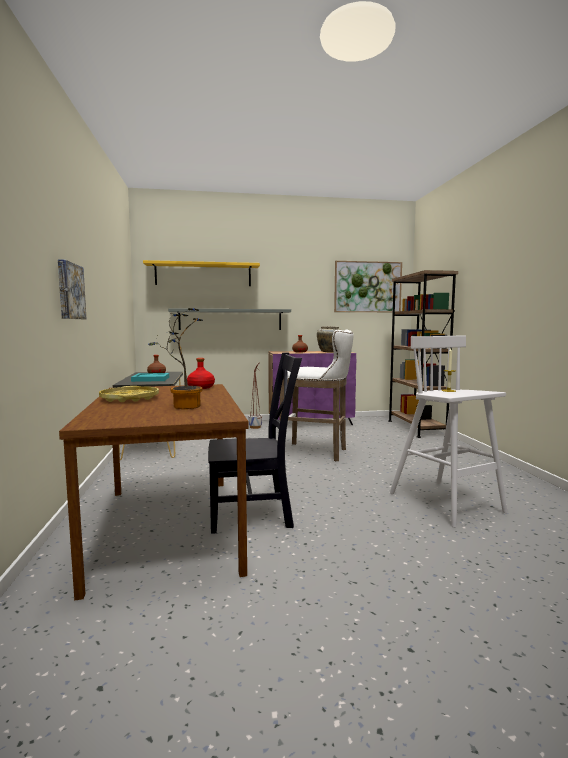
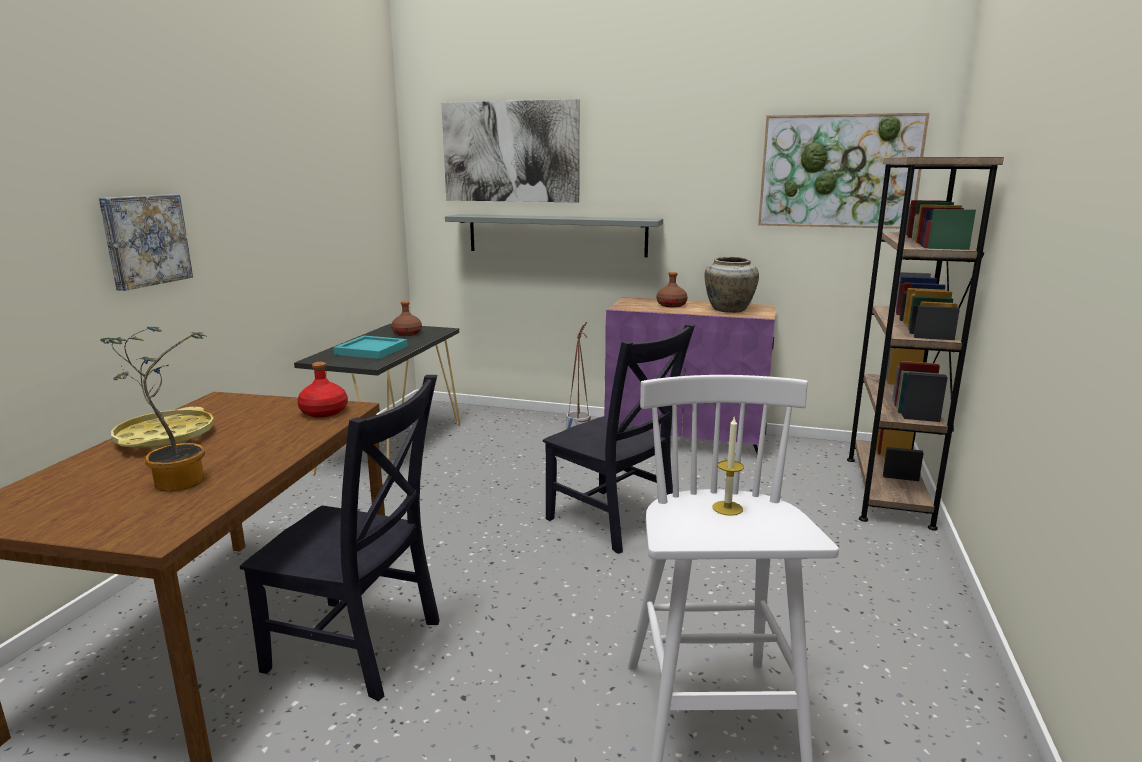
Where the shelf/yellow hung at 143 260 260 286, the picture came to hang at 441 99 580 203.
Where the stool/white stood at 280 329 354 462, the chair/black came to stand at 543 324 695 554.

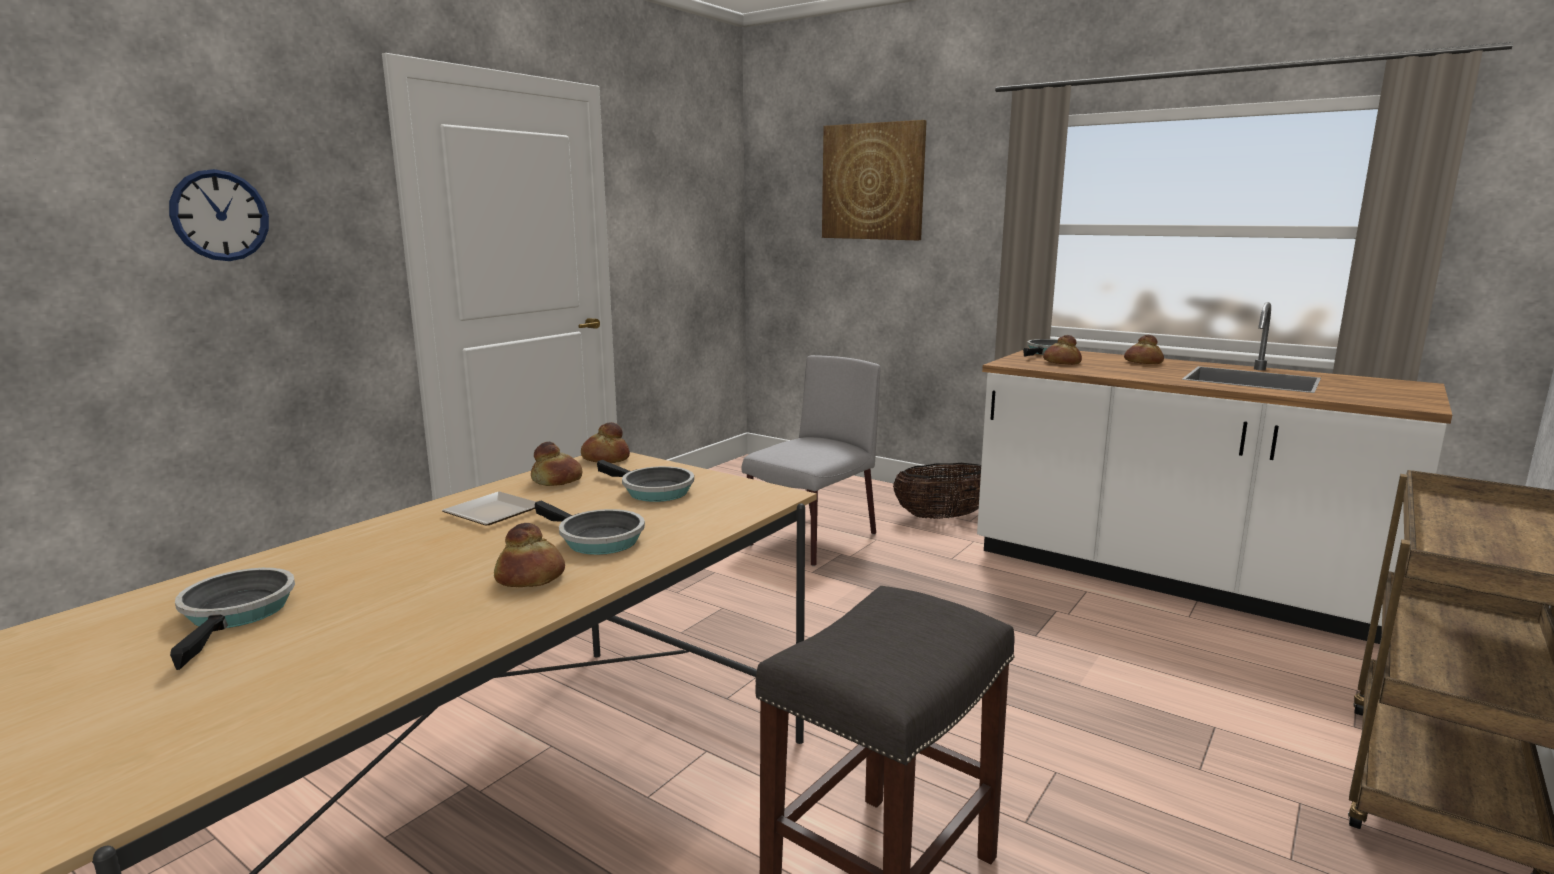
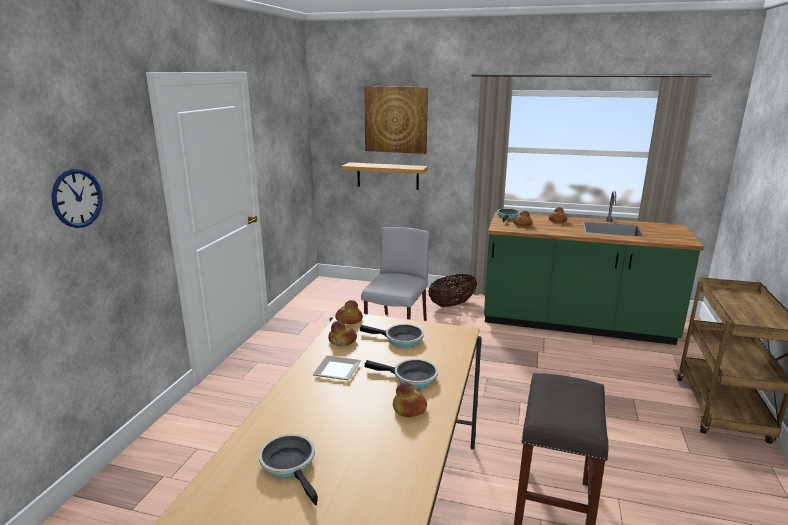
The second view gained the shelf at 341 162 428 190.
What was the counter/white at 977 302 1452 644 turned into the counter/green at 484 191 704 345.

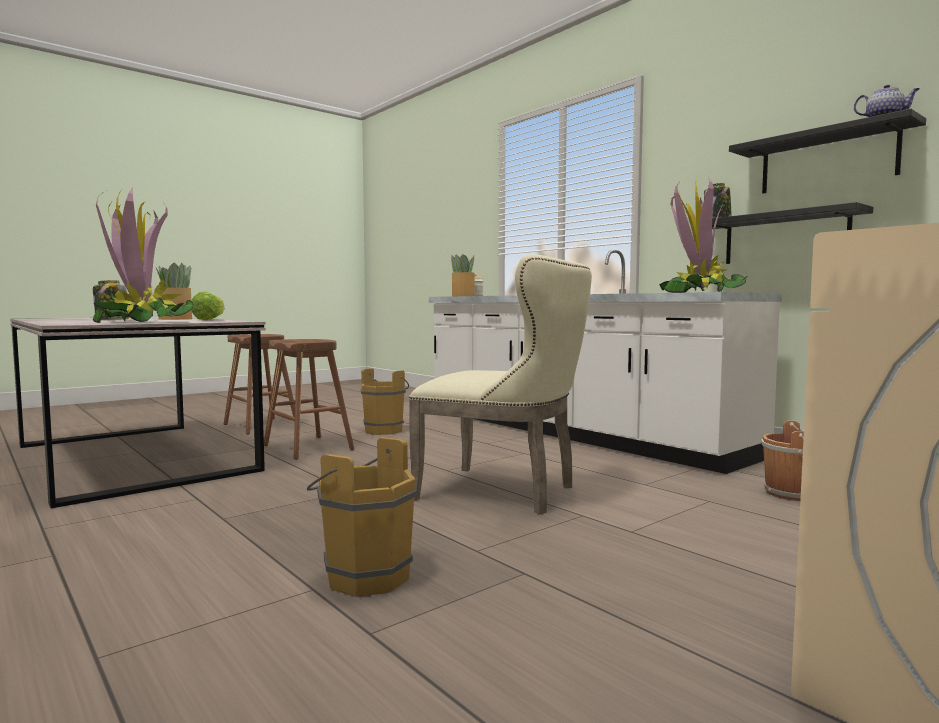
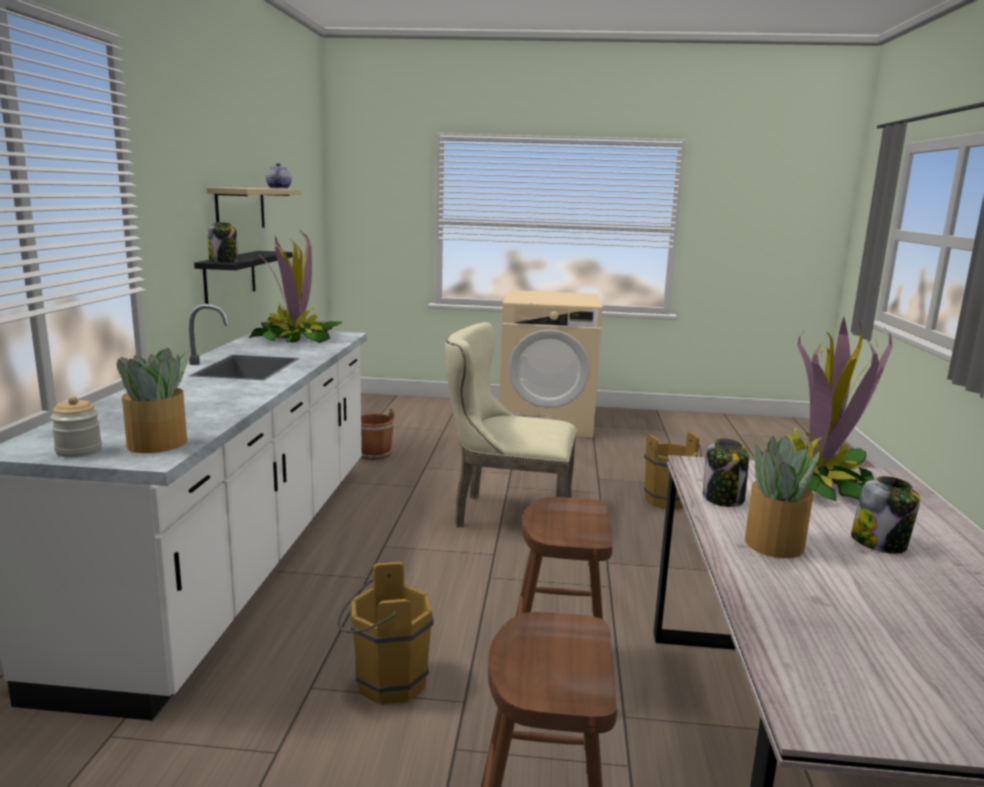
What was the shelf/black at 729 109 926 193 turned into the shelf/beige at 207 187 301 228.
The chair/beige at 409 254 592 514 ended up facing another way, 60 degrees counterclockwise from before.
Where the lettuce stood at 191 291 224 320, the jar came to stand at 703 438 749 507.

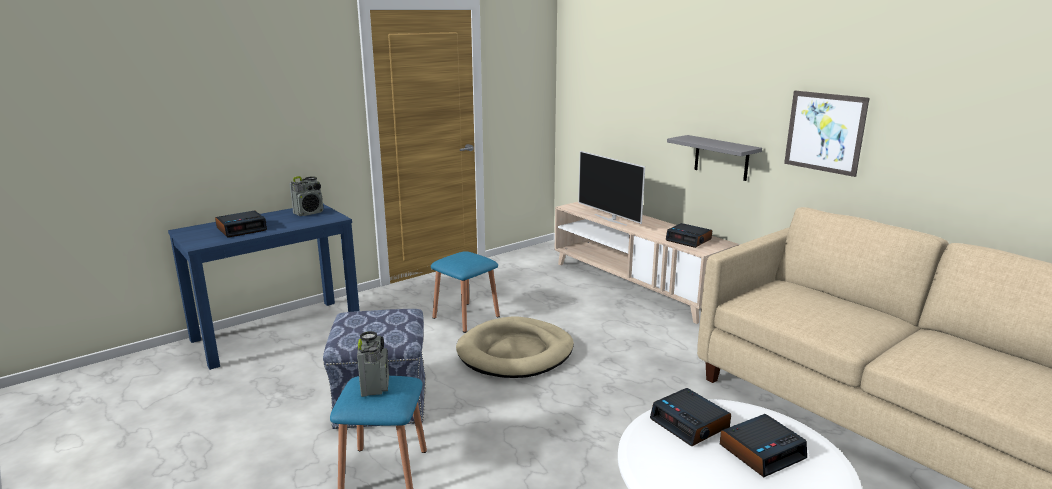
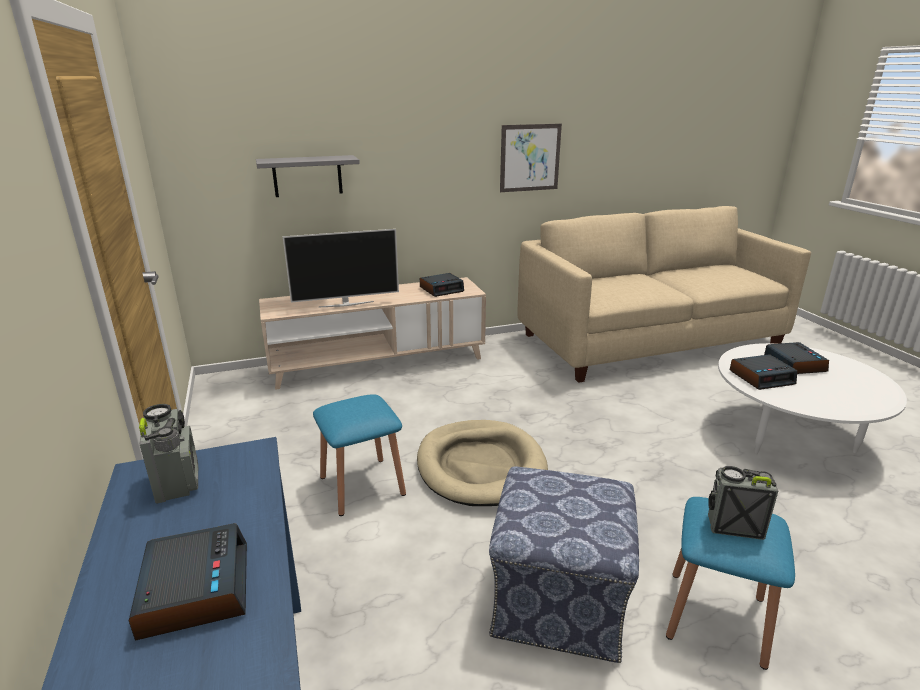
The shelf/grey ended up elsewhere, having gone from 667 135 762 181 to 256 155 360 197.

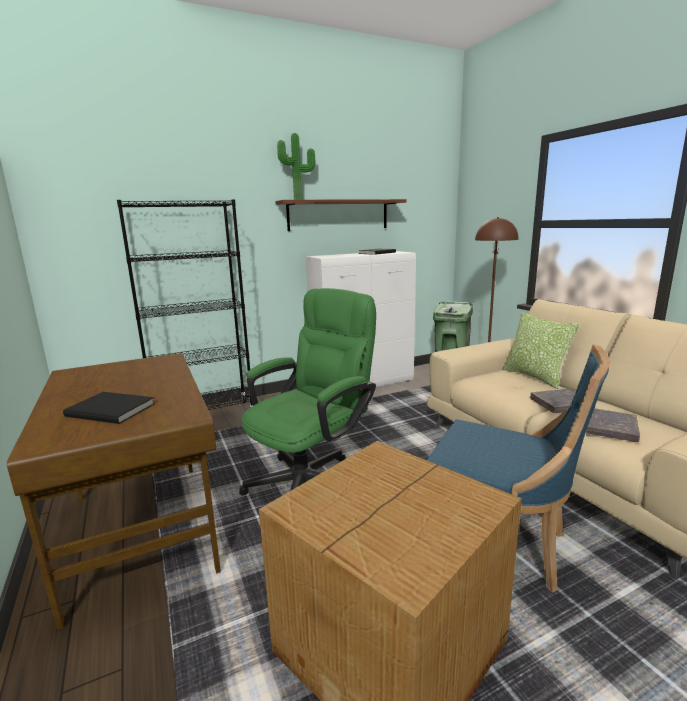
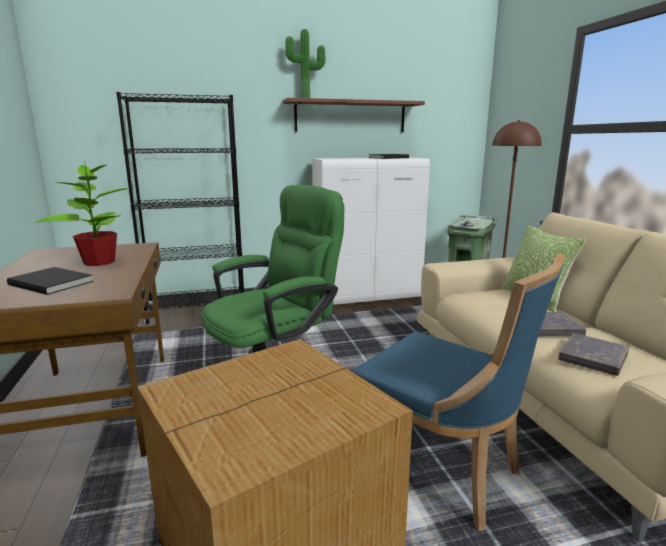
The second view gained the potted plant at 35 161 130 266.

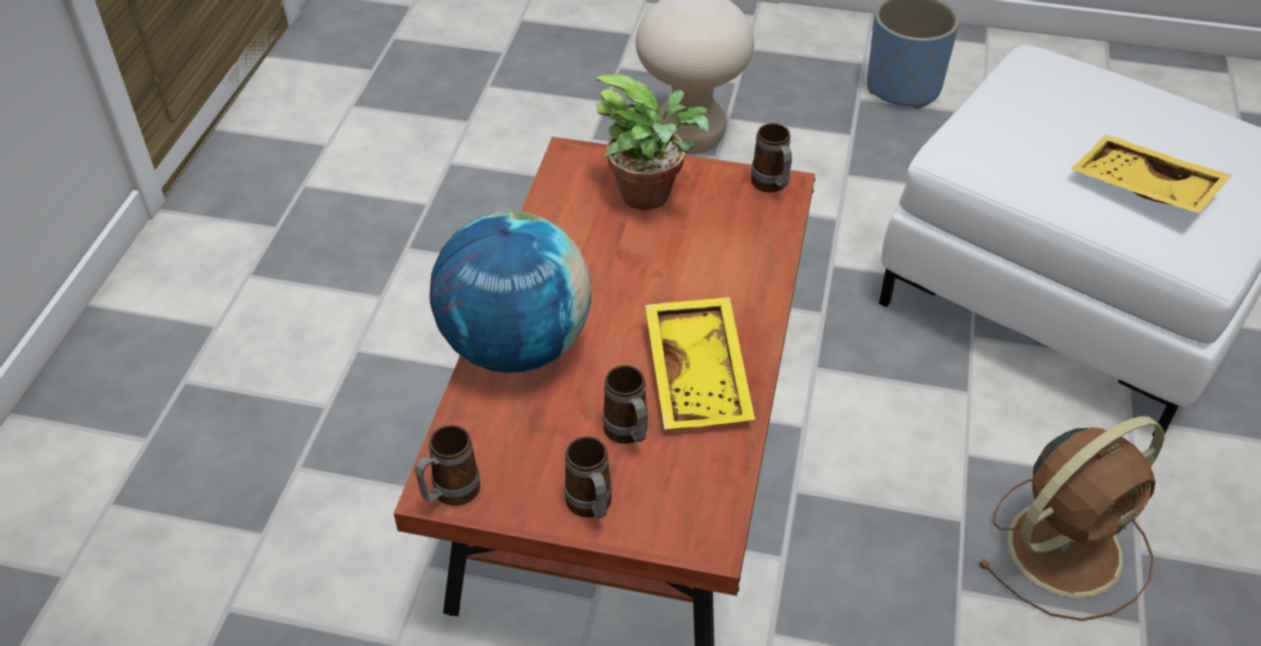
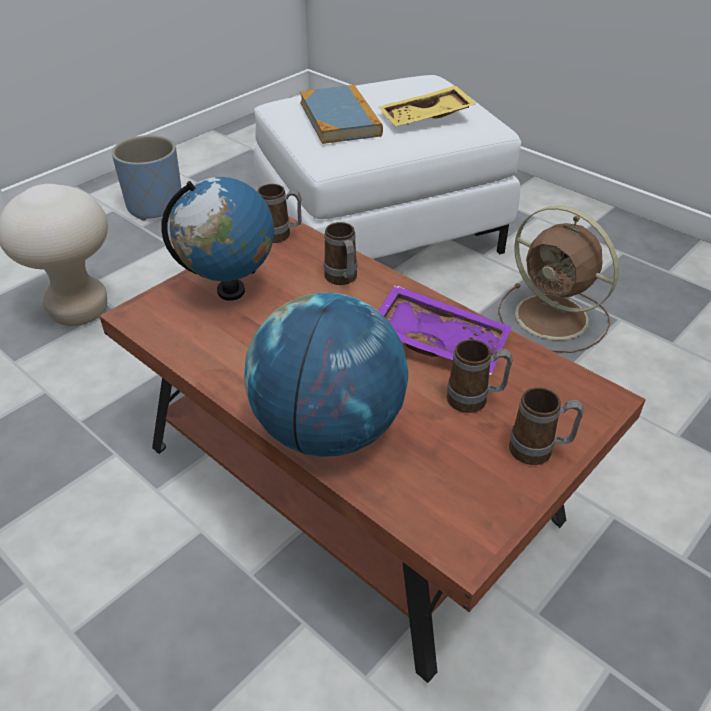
Where the potted plant stood at 592 74 709 210, the globe came to stand at 161 177 274 301.
The second view gained the book at 300 85 383 144.
The mug ended up elsewhere, having gone from 415 425 480 506 to 324 222 357 285.
What was the tray/yellow at 645 297 755 430 turned into the tray/purple at 378 285 512 375.
The fan/brown at 978 416 1165 621 ended up facing another way, 135 degrees clockwise from before.

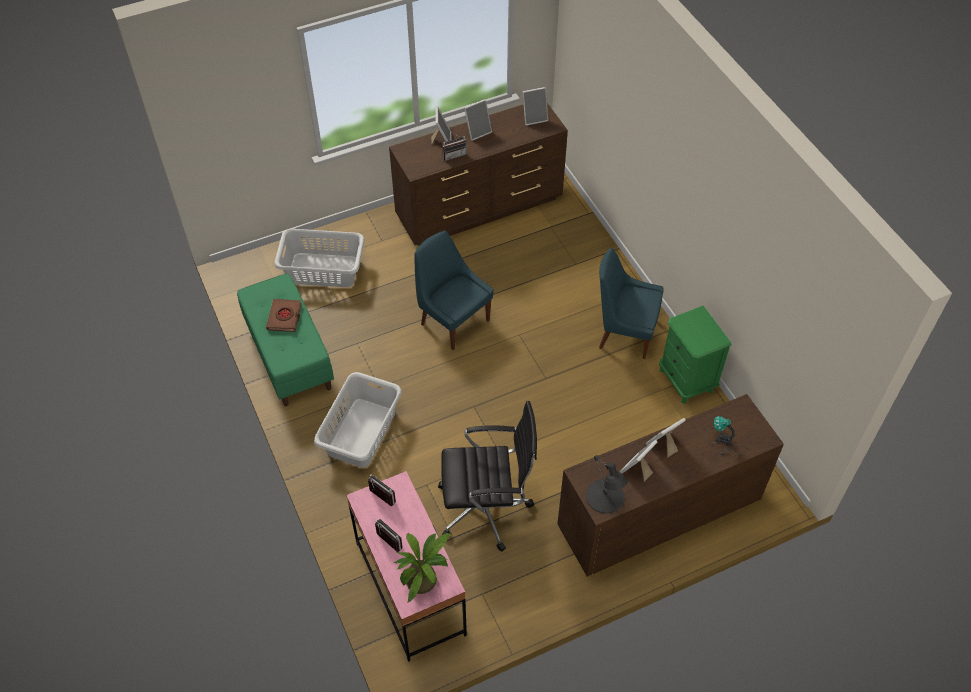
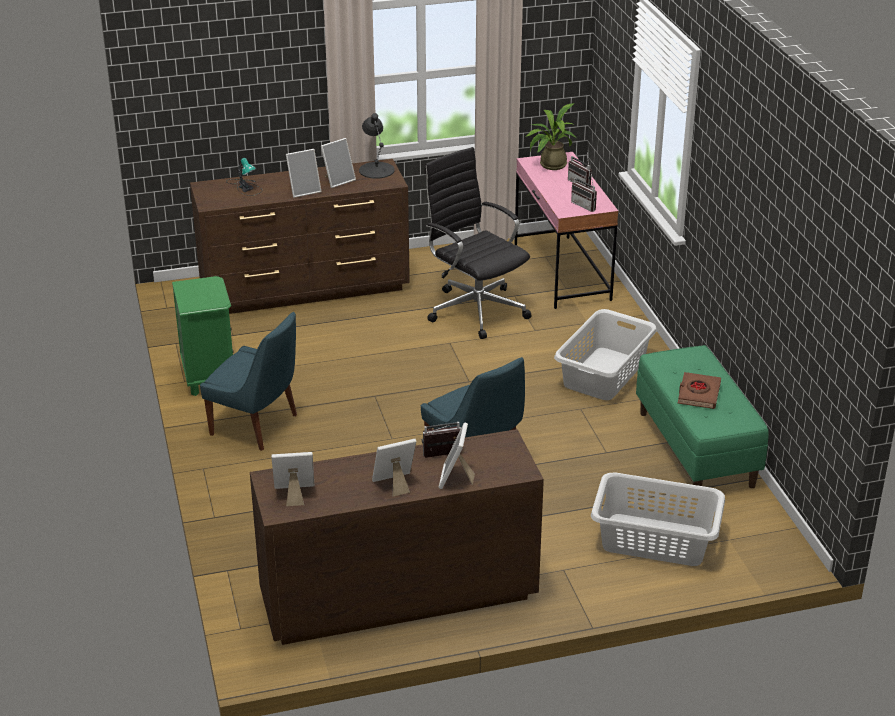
The office chair/black at 438 401 537 552 ended up facing another way, 45 degrees clockwise from before.

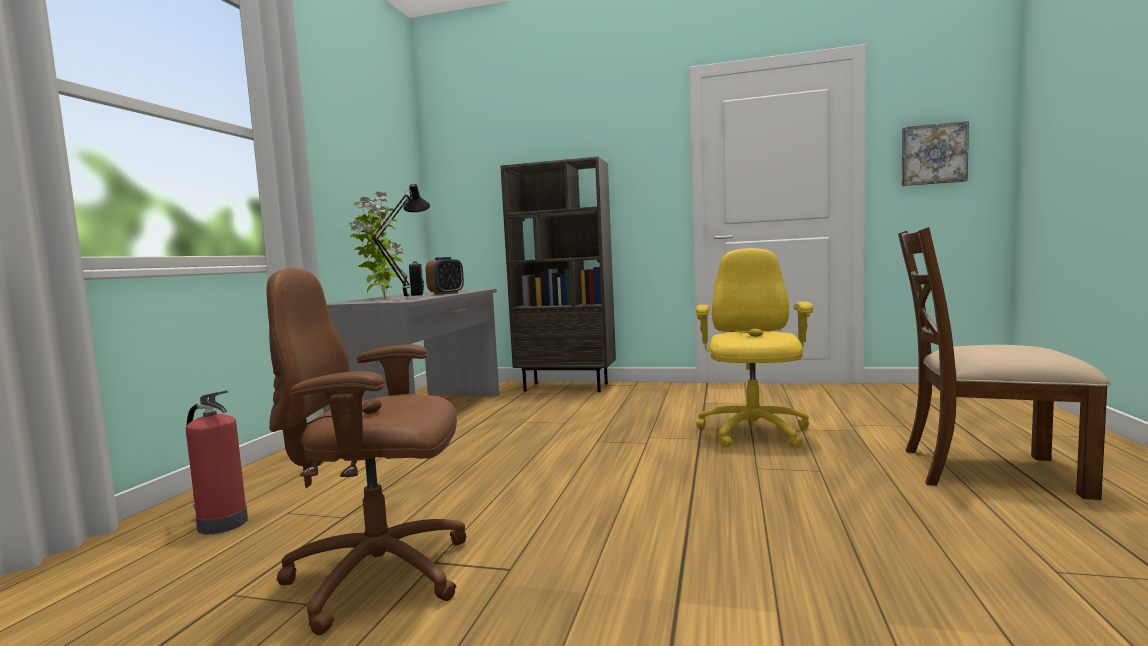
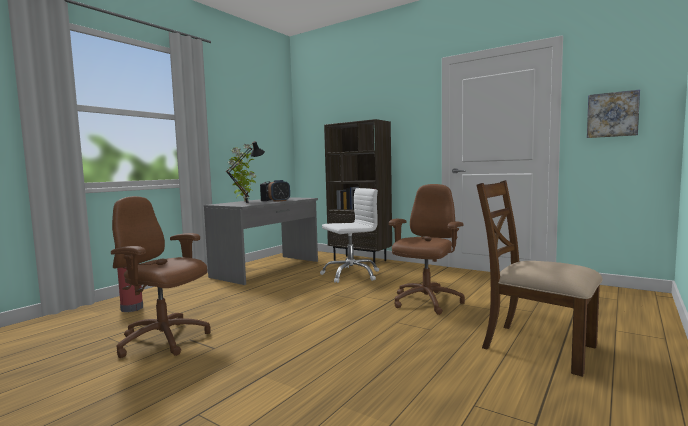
The second view gained the office chair/white at 320 188 379 283.
What was the office chair/yellow at 696 248 813 448 turned into the office chair/brown at 389 184 465 315.

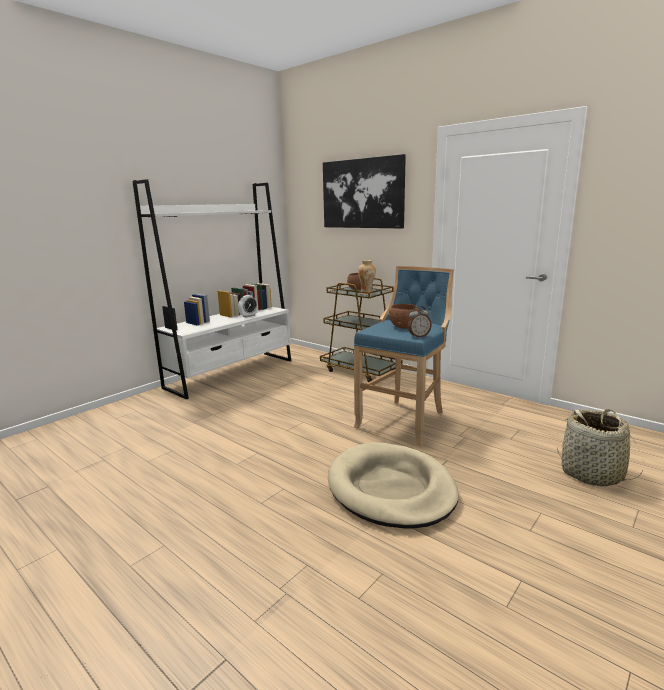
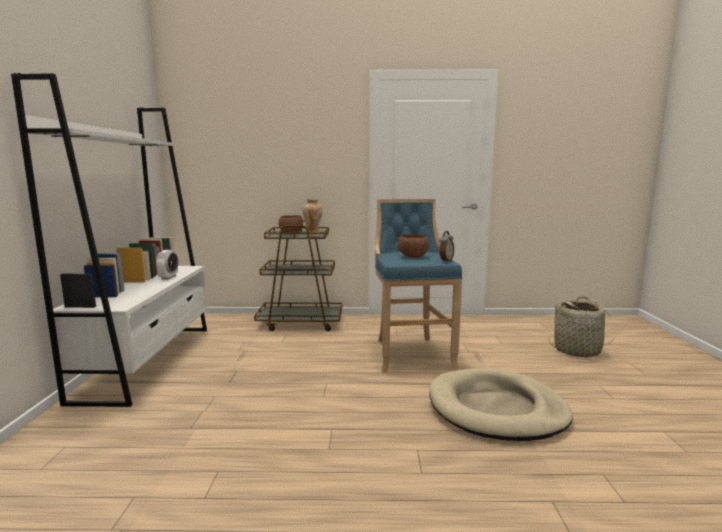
The second view lost the picture at 323 154 406 228.

